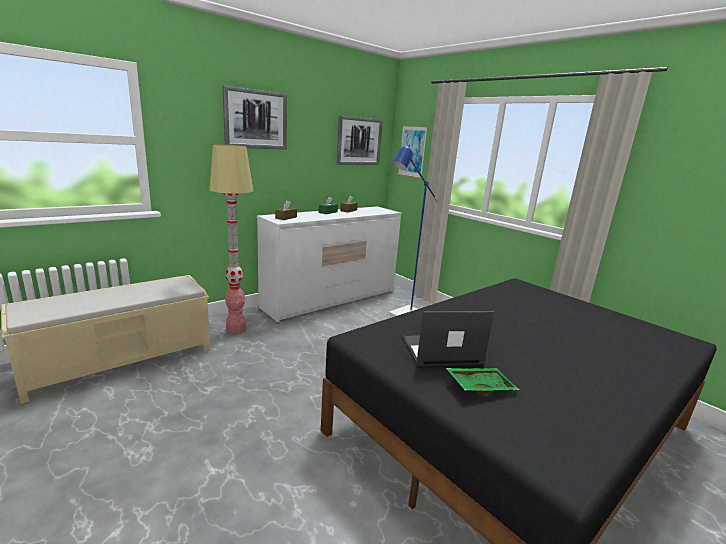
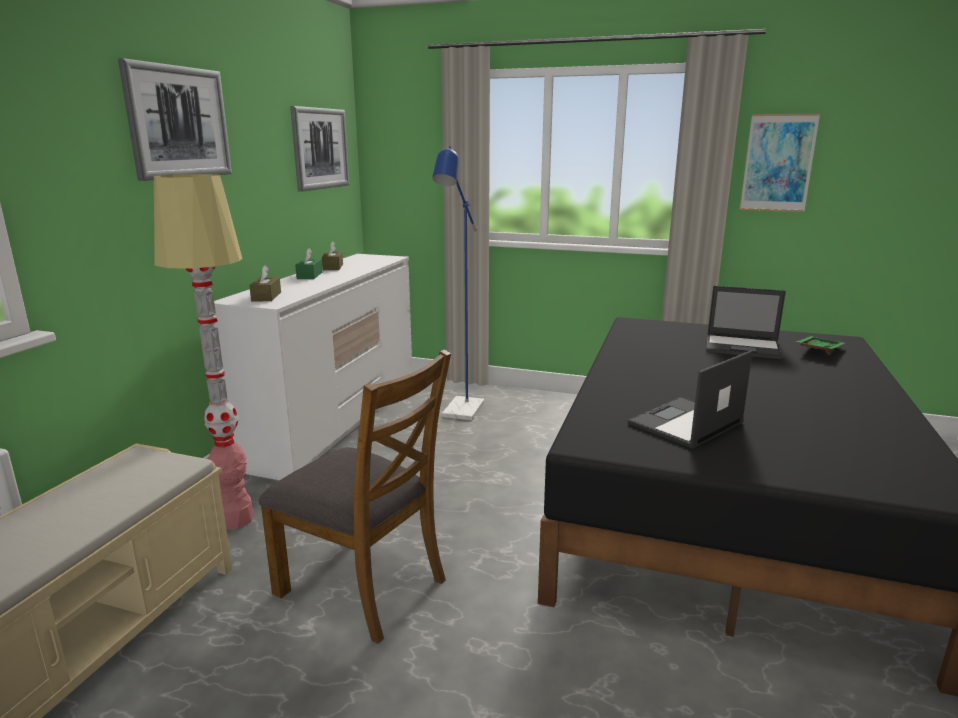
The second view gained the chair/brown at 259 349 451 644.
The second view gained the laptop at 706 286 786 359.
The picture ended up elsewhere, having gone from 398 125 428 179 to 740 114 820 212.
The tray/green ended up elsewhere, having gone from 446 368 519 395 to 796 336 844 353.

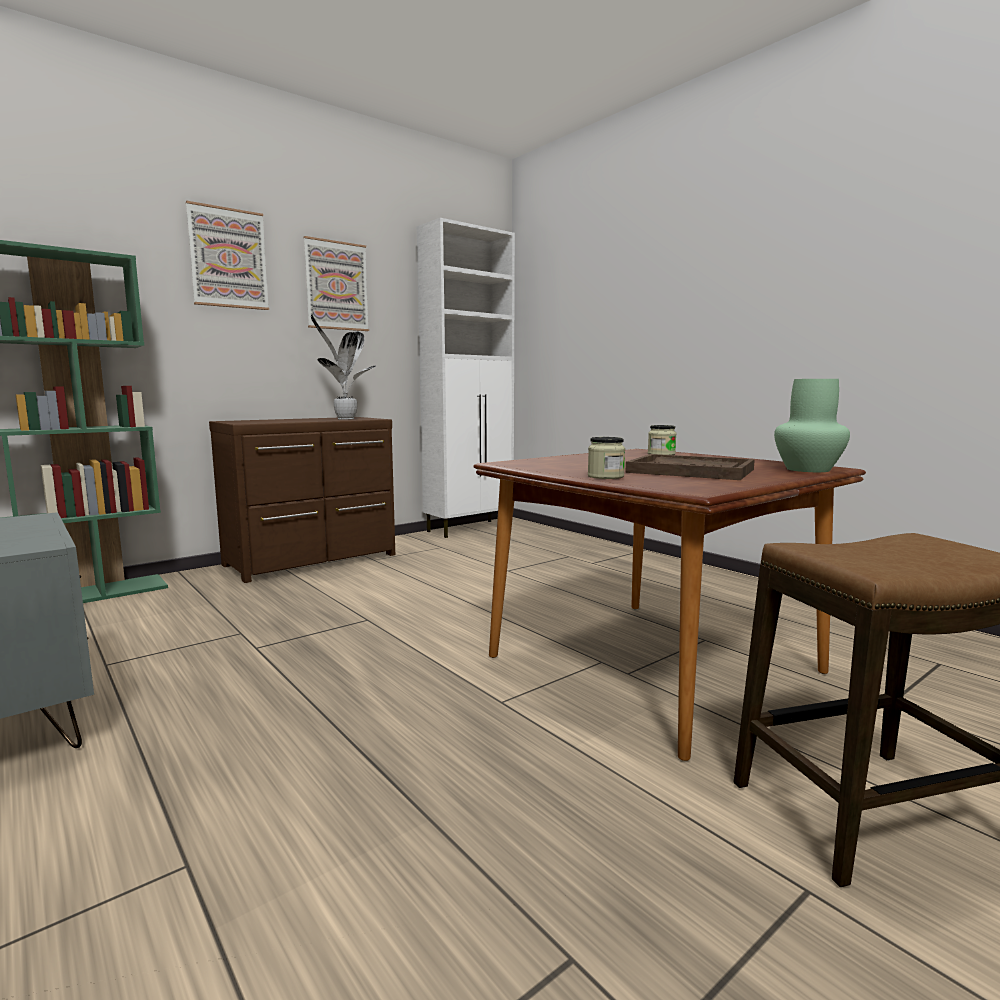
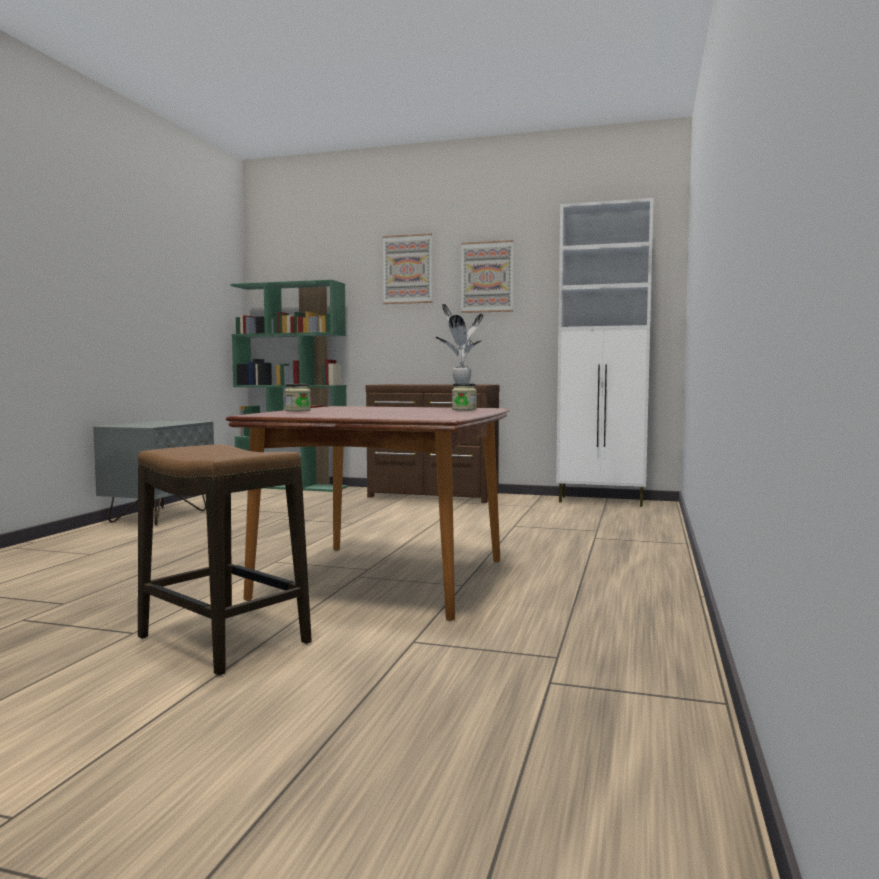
The second view lost the tray/brown at 625 454 755 480.
The second view lost the vase/green at 774 379 850 472.

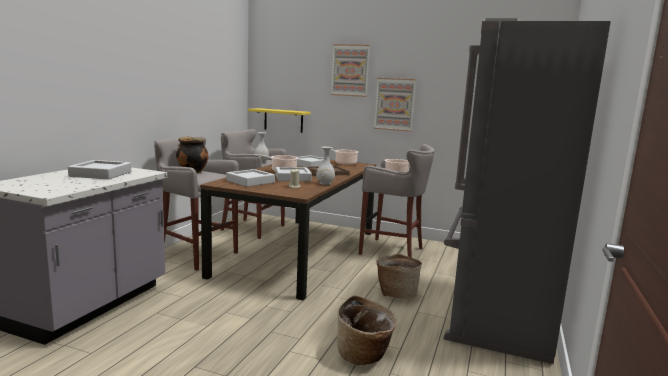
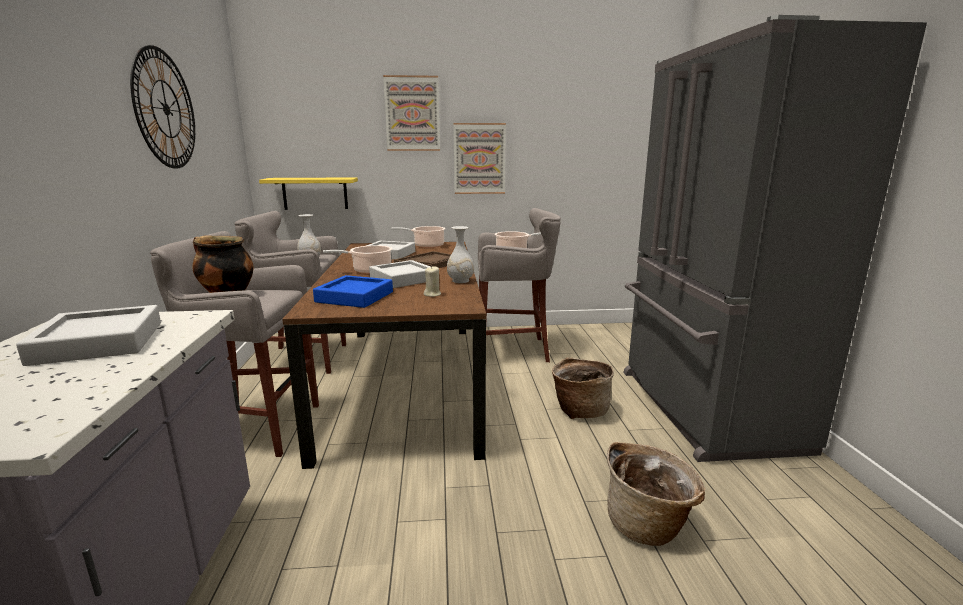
The second view gained the wall clock at 130 45 195 169.
What was the tray/grey at 226 169 275 187 turned into the tray/blue at 313 275 393 308.

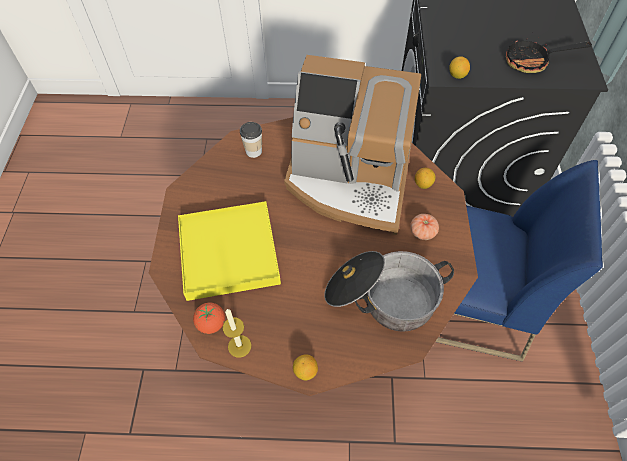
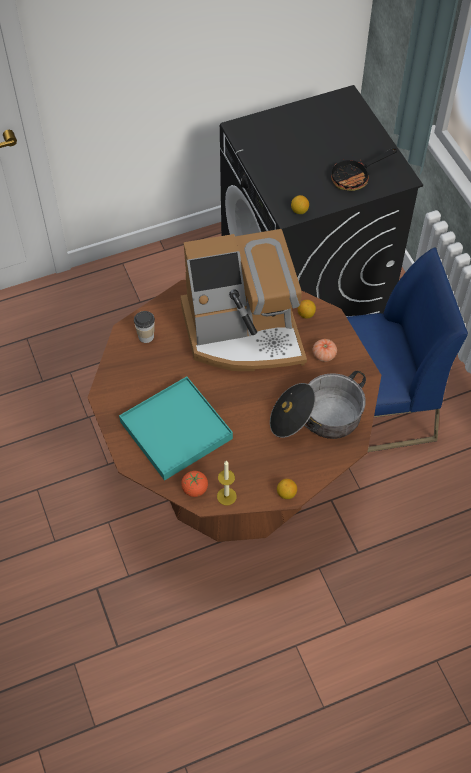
What was the tray/yellow at 178 201 281 301 turned into the tray/turquoise at 119 376 233 481.

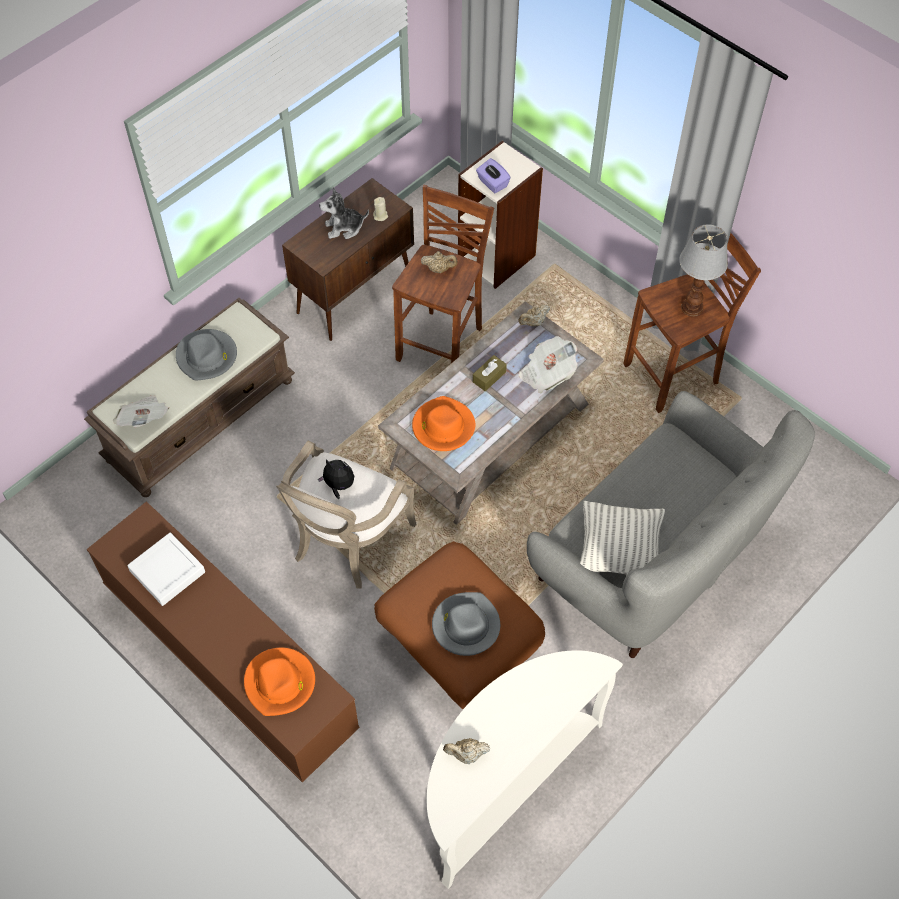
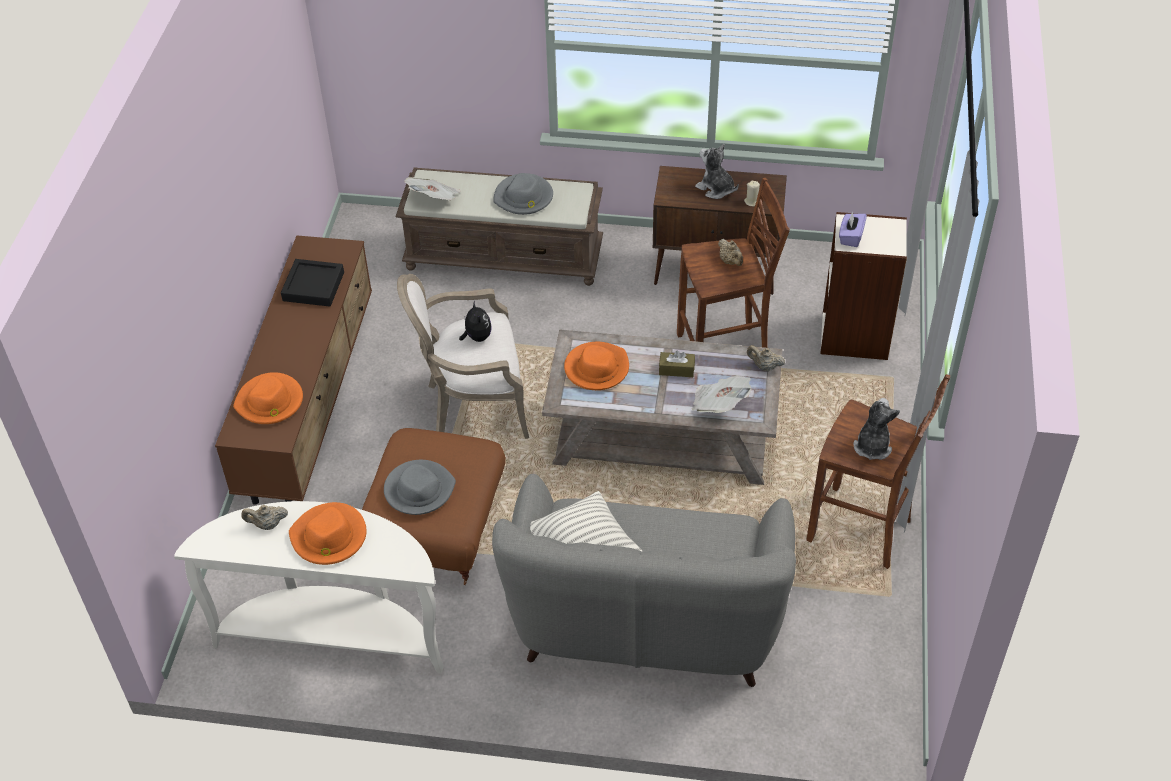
The teapot/beige at 443 738 490 764 ended up facing another way, 60 degrees counterclockwise from before.
What was the tray/white at 127 532 205 606 turned into the tray/black at 281 259 344 307.
The second view gained the hat/orange at 289 502 367 565.
Where the table lamp stood at 679 224 728 317, the plush toy came to stand at 853 398 900 460.

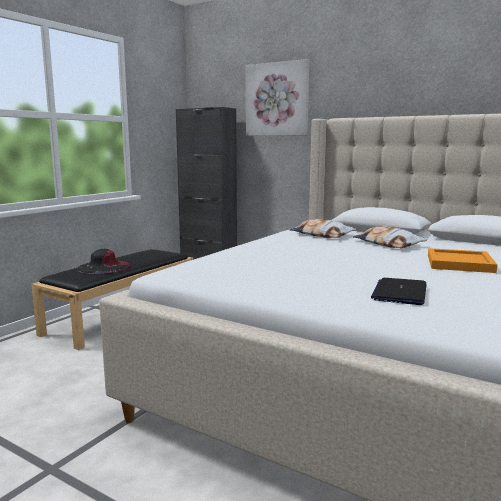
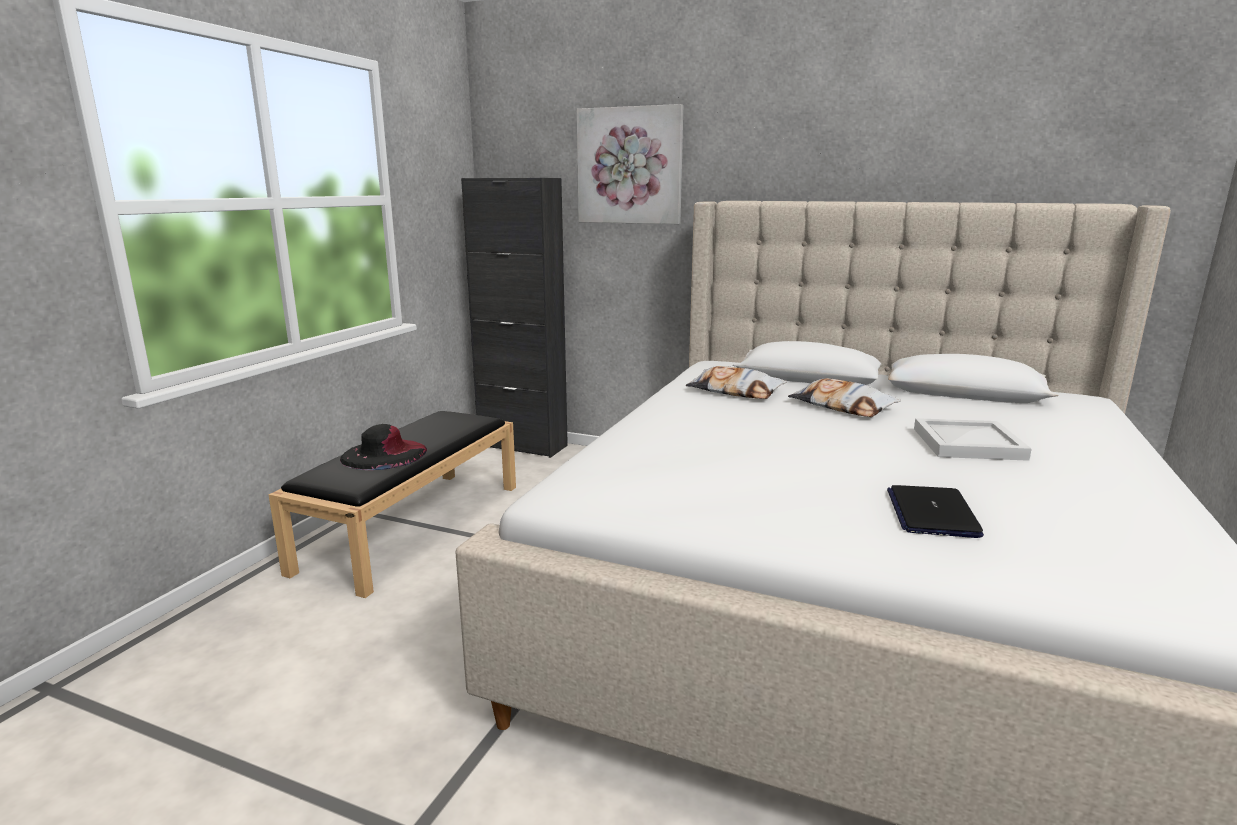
What was the tray/orange at 428 248 497 273 turned into the tray/white at 914 418 1031 461.

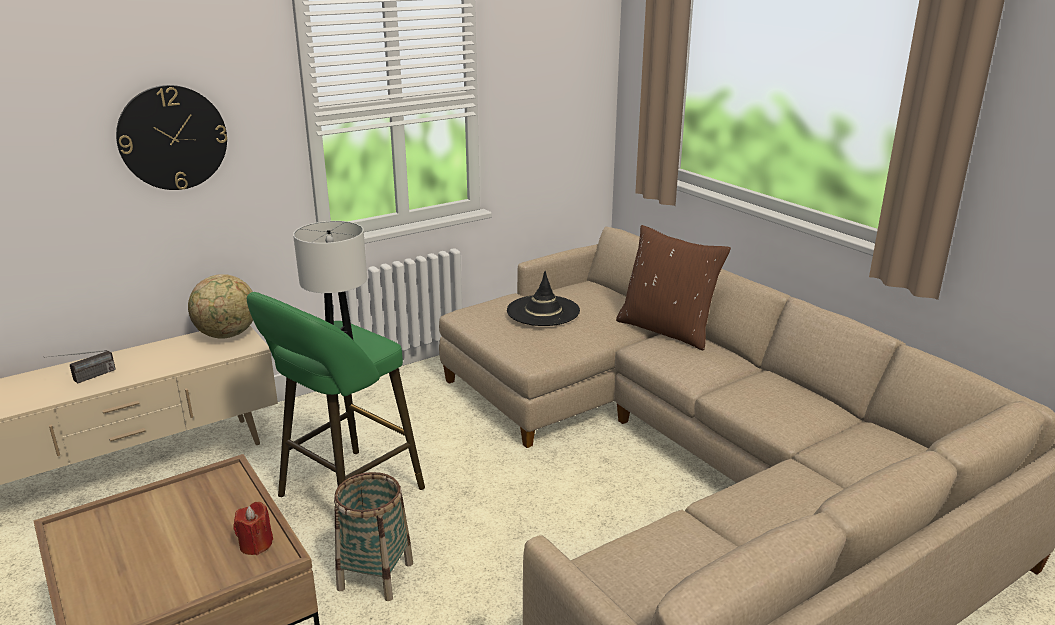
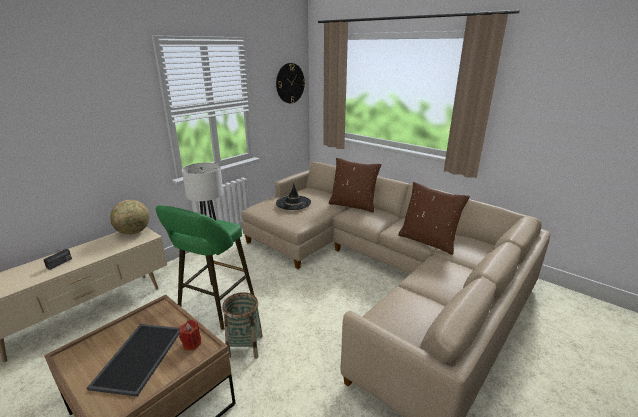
The second view gained the tray at 87 324 179 397.
The wall clock ended up elsewhere, having gone from 116 85 227 190 to 276 63 305 103.
The second view gained the pillow/brown at 398 182 470 255.

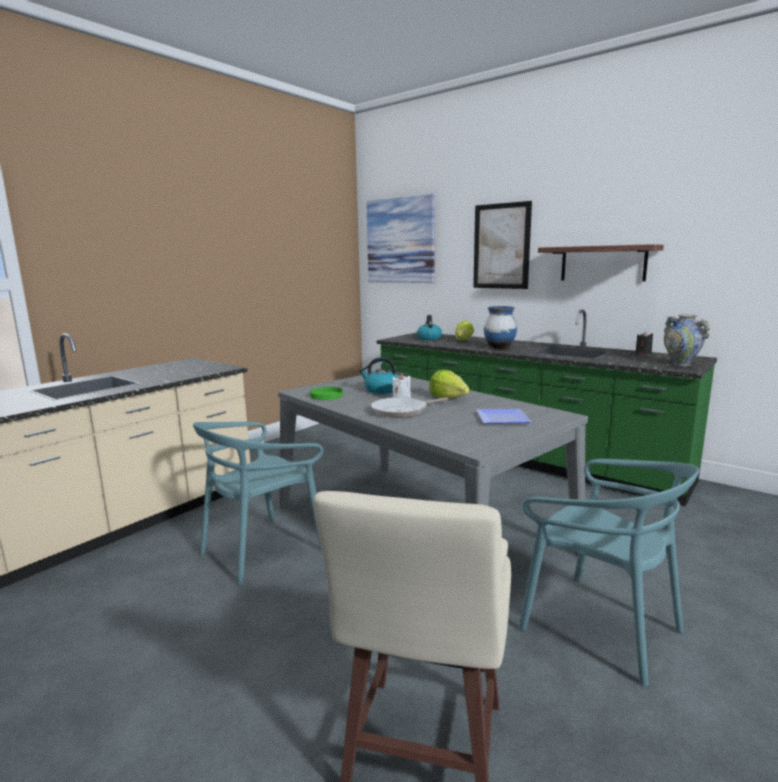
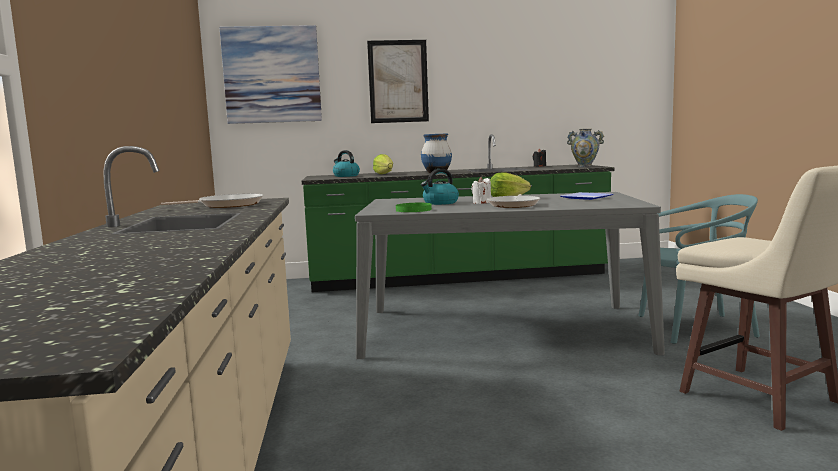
The second view gained the frying pan at 161 194 263 208.
The second view lost the chair/turquoise at 193 422 323 585.
The second view lost the shelf at 538 244 664 281.

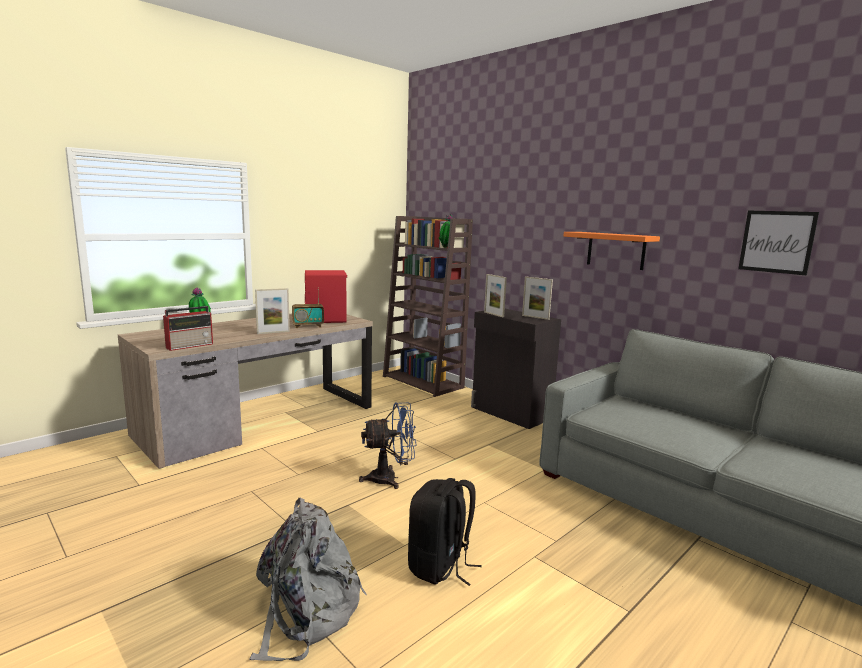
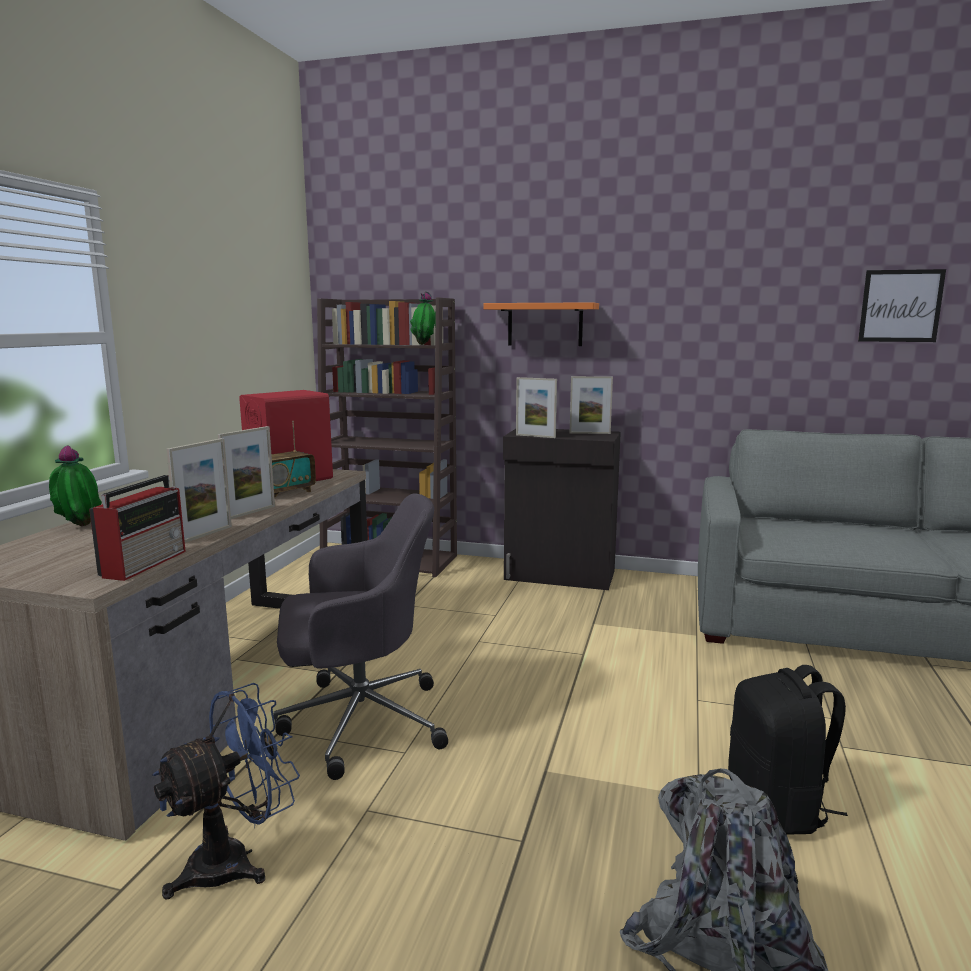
The fan/blue ended up elsewhere, having gone from 359 403 416 489 to 153 683 300 900.
The second view gained the picture frame at 166 438 232 543.
The second view gained the office chair/grey at 273 493 448 780.
The shelf/orange ended up elsewhere, having gone from 563 232 660 270 to 483 302 599 346.

